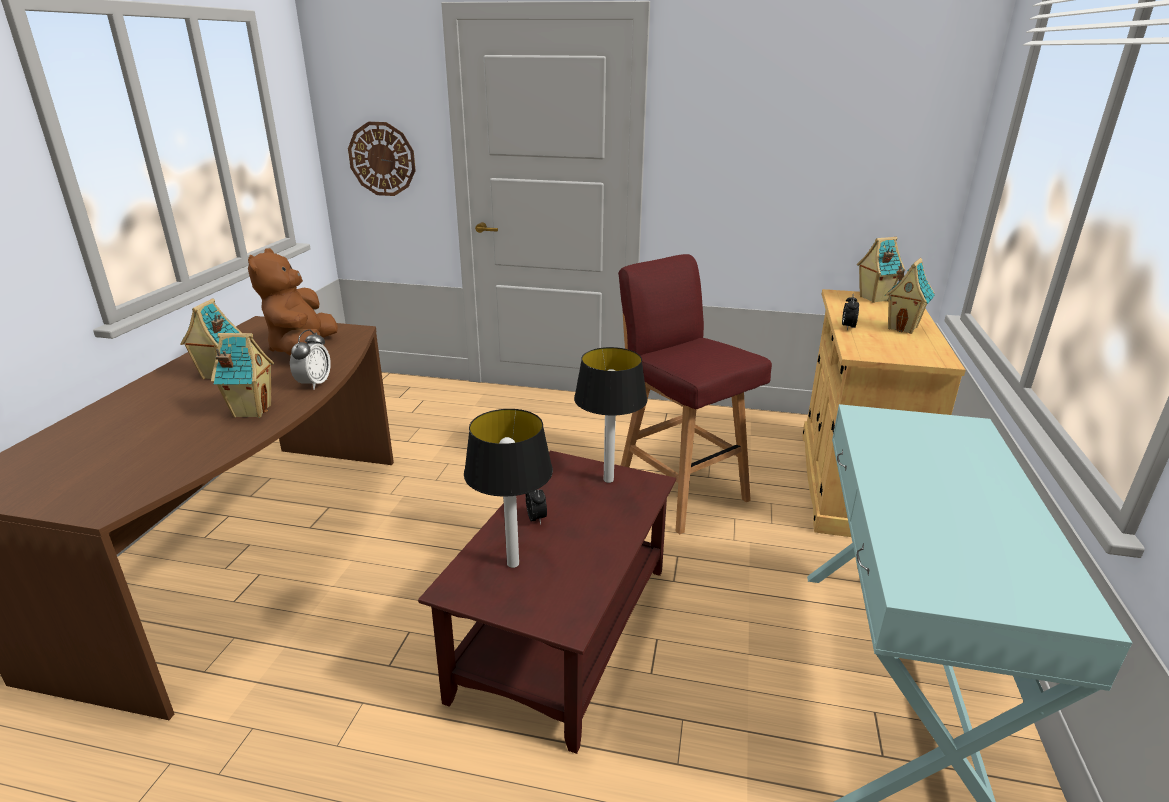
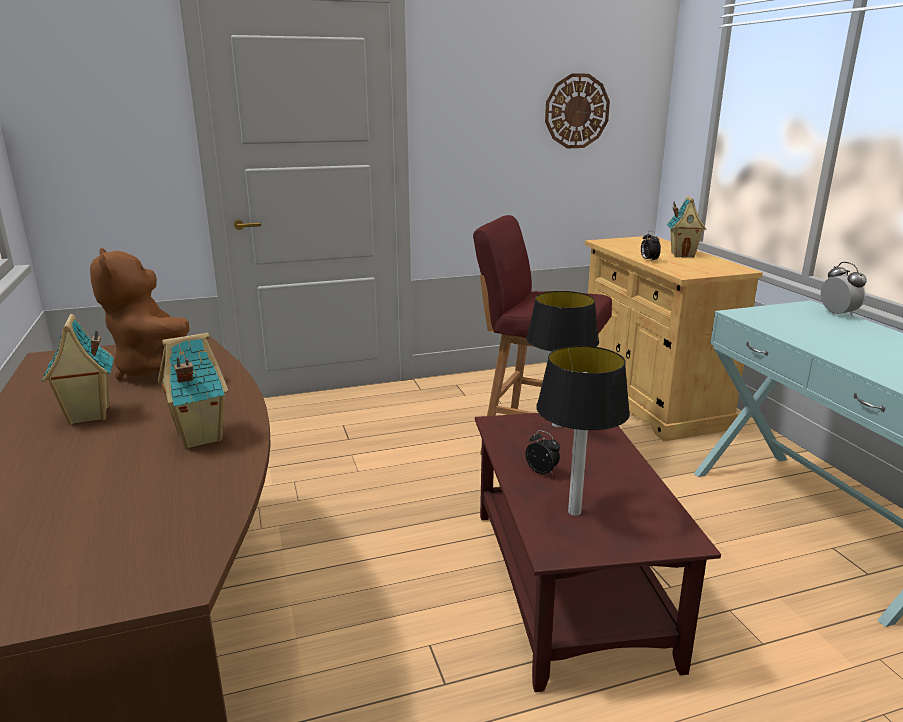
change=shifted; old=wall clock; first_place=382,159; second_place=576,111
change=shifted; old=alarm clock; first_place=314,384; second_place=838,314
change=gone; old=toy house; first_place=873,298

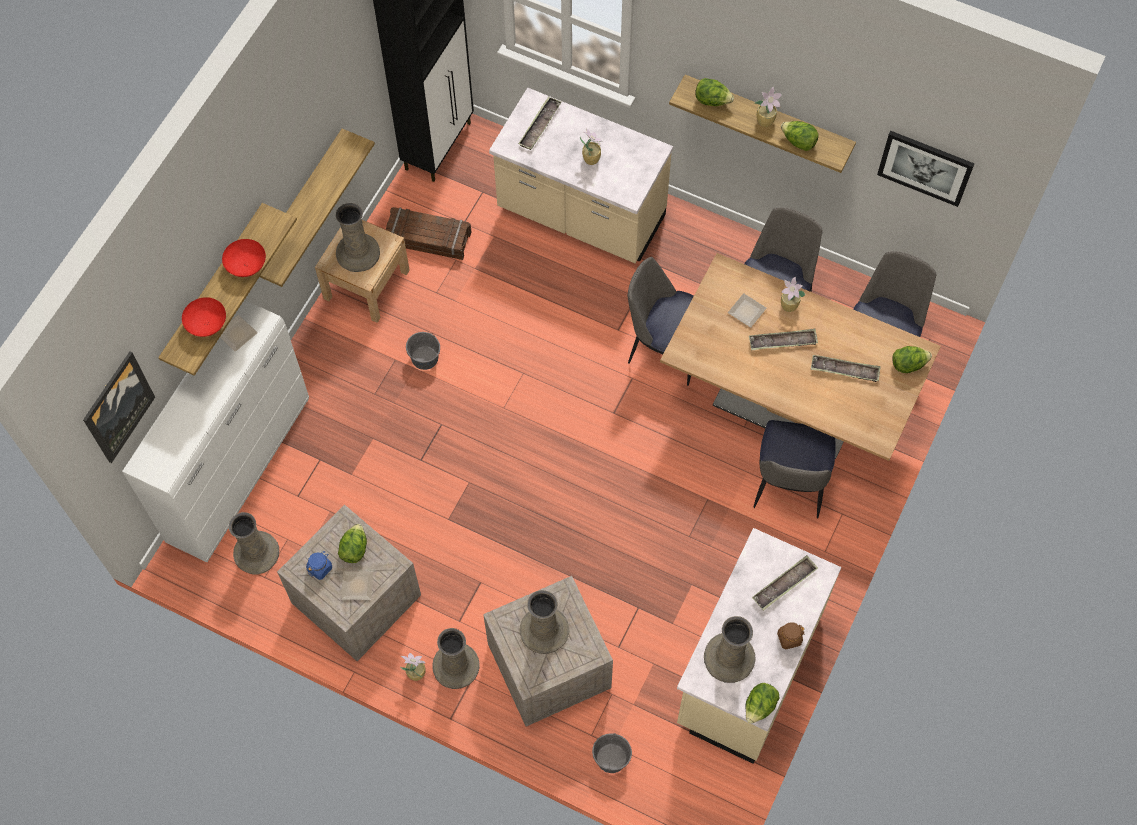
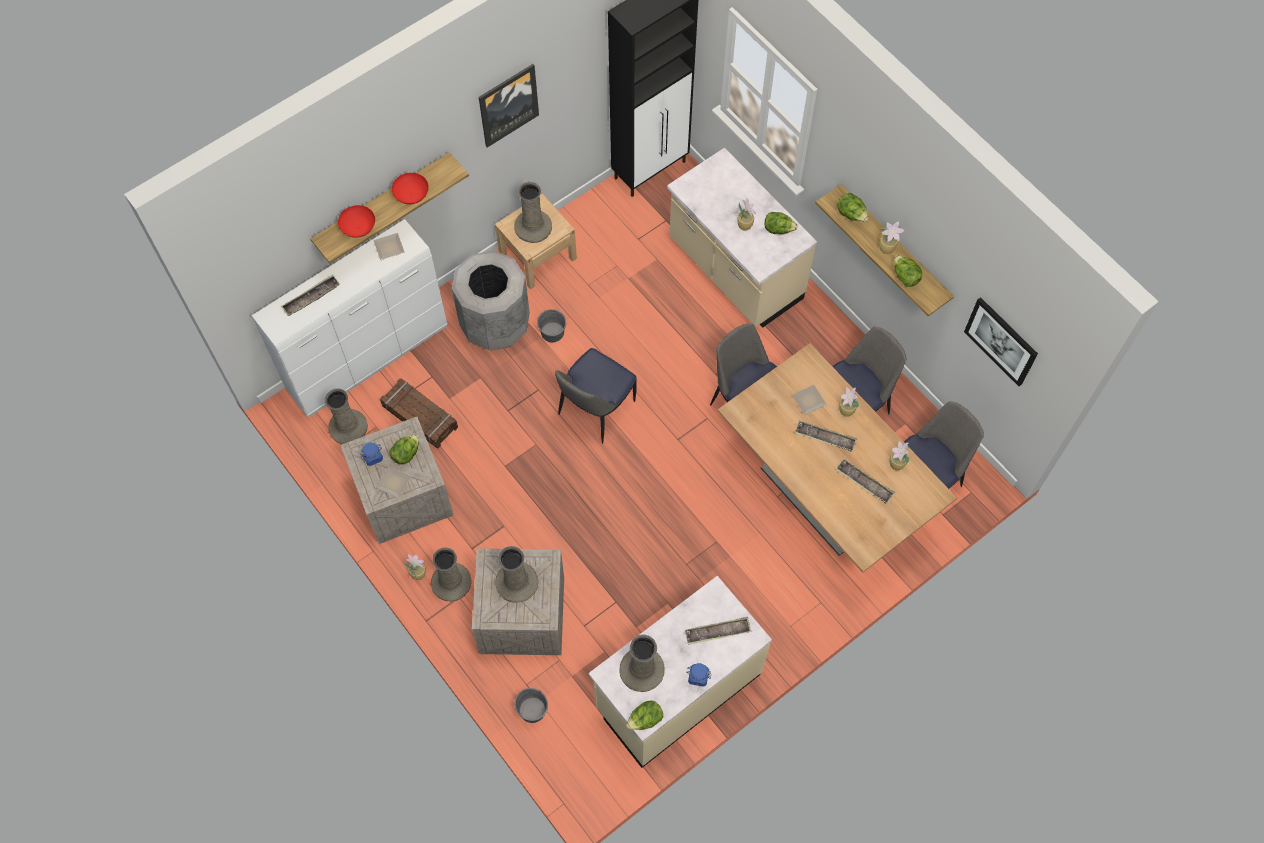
change=shifted; old=tray; first_place=540,126; second_place=311,298
change=shifted; old=crate; first_place=427,239; second_place=419,417
change=new; new=grey trash can; second_place=495,324
change=shifted; old=picture; first_place=117,407; second_place=508,104
change=shifted; old=chair; first_place=789,485; second_place=595,410
change=repainted; old=brown jar; new=blue jar; first_place=789,638; second_place=698,676
change=shifted; old=lettuce; first_place=908,364; second_place=778,229
change=new; new=potted plant; second_place=896,465
change=gone; old=shelf; first_place=298,207

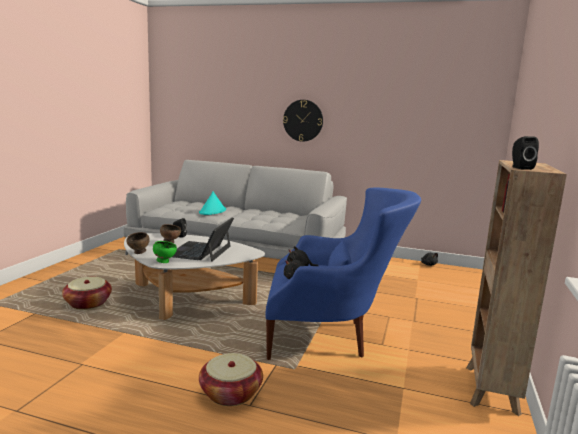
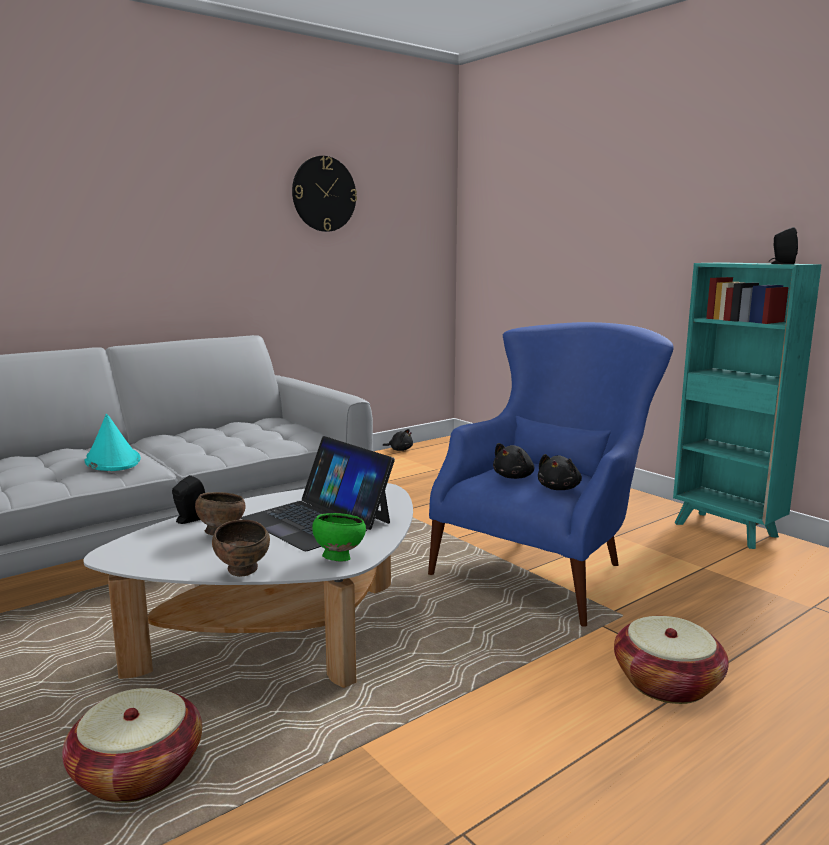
change=shifted; old=wall clock; first_place=303,120; second_place=324,194
change=repainted; old=brown bookcase; new=turquoise bookcase; first_place=491,390; second_place=727,530

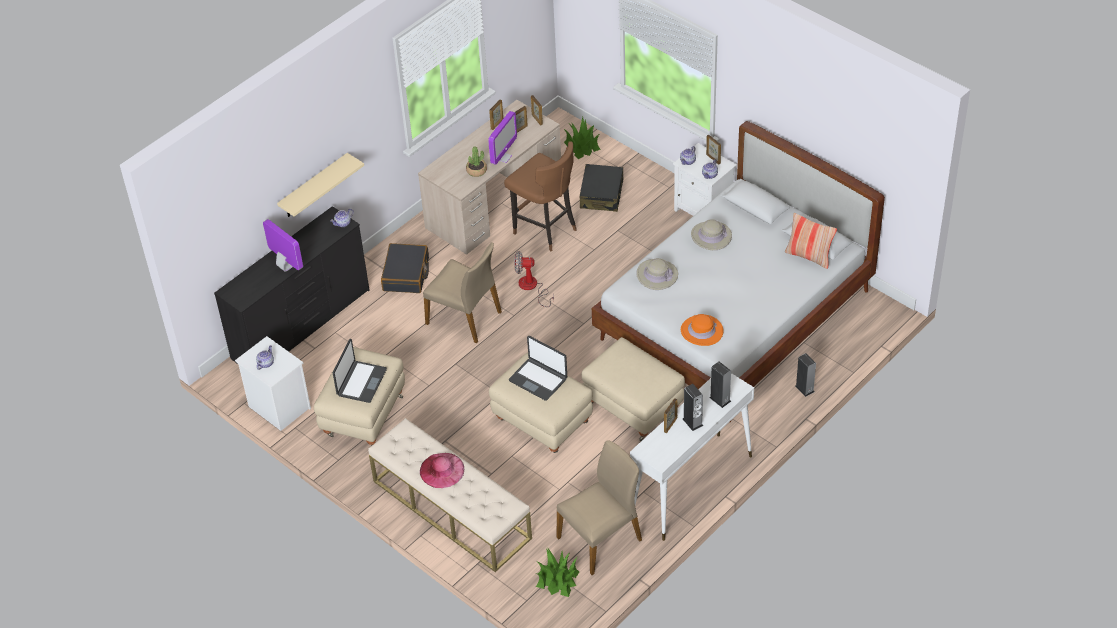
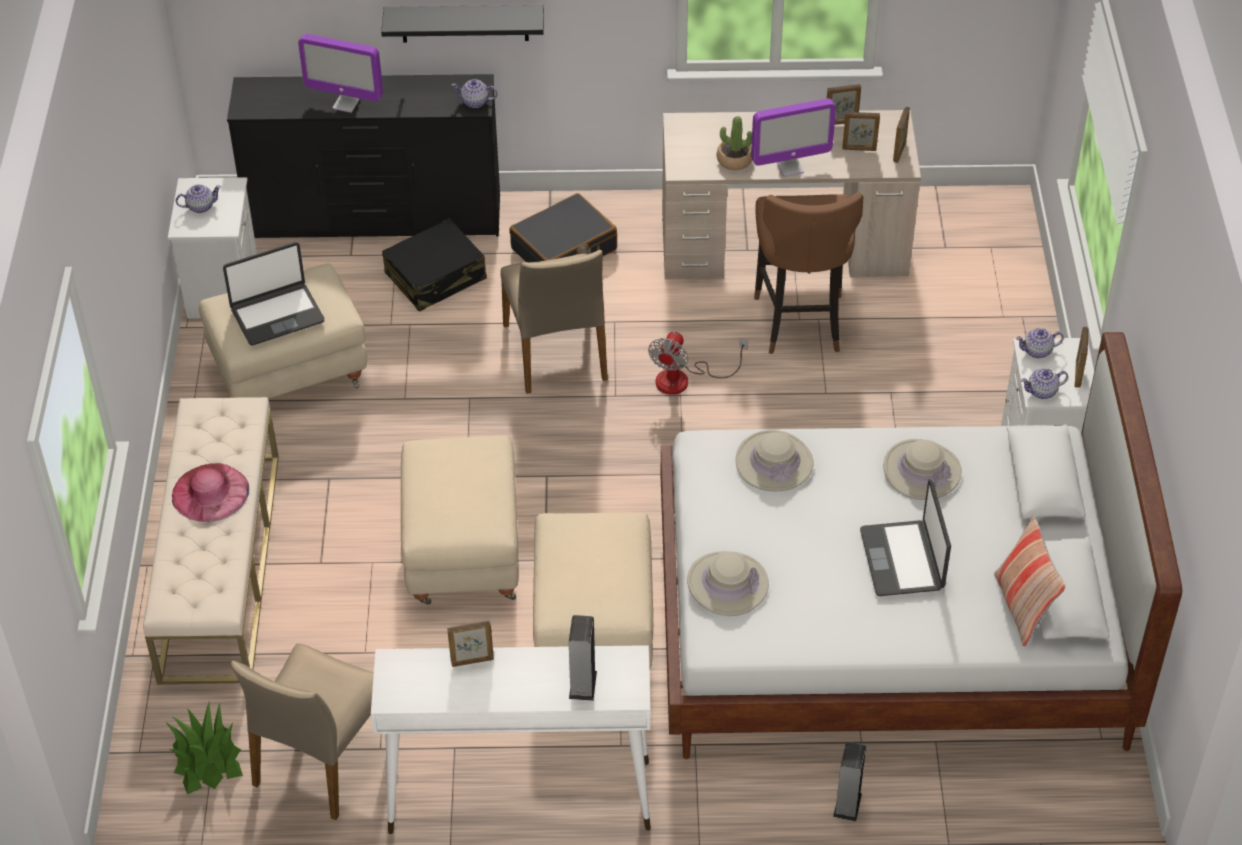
change=rotated; old=beige chair; first_place=601,539; second_place=322,759; degrees=105
change=rotated; old=monitor; first_place=286,265; second_place=346,103; degrees=105
change=repainted; old=beige shelf; new=black shelf; first_place=314,187; second_place=464,23
change=shifted; old=black suitcase; first_place=601,194; second_place=436,277
change=rotated; old=fan; first_place=532,287; second_place=684,379; degrees=-120
change=repainted; old=orange hat; new=beige hat; first_place=701,331; second_place=727,584
change=shifted; old=laptop; first_place=538,379; second_place=903,559
change=gone; old=potted plant; first_place=582,146
change=gone; old=speaker; first_place=692,422

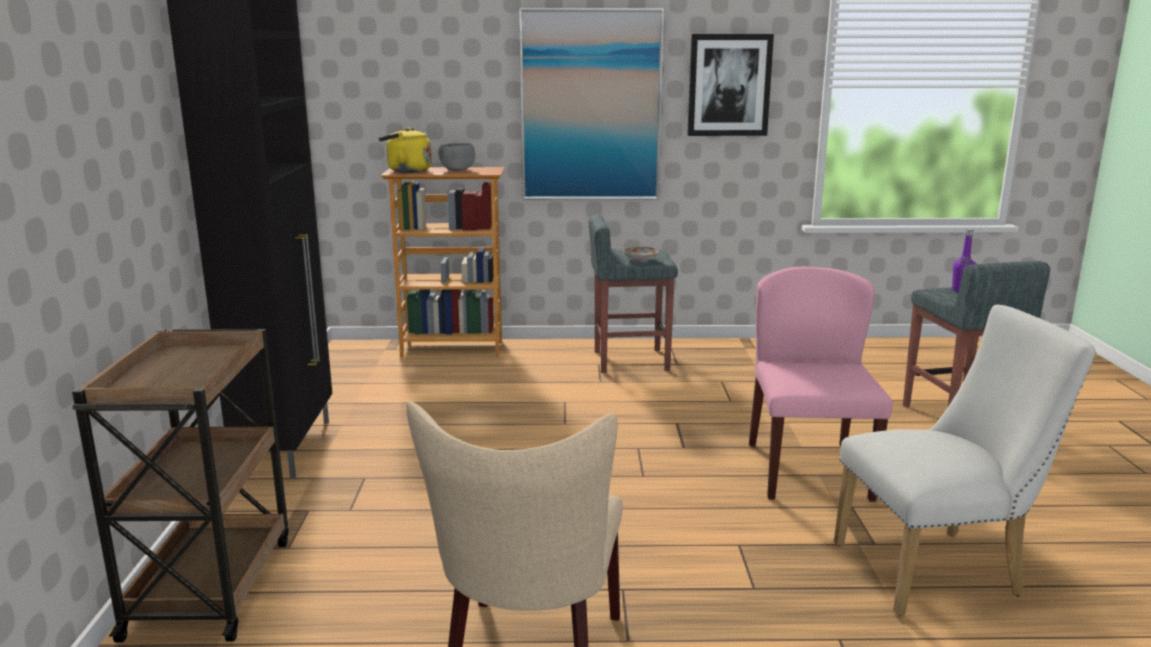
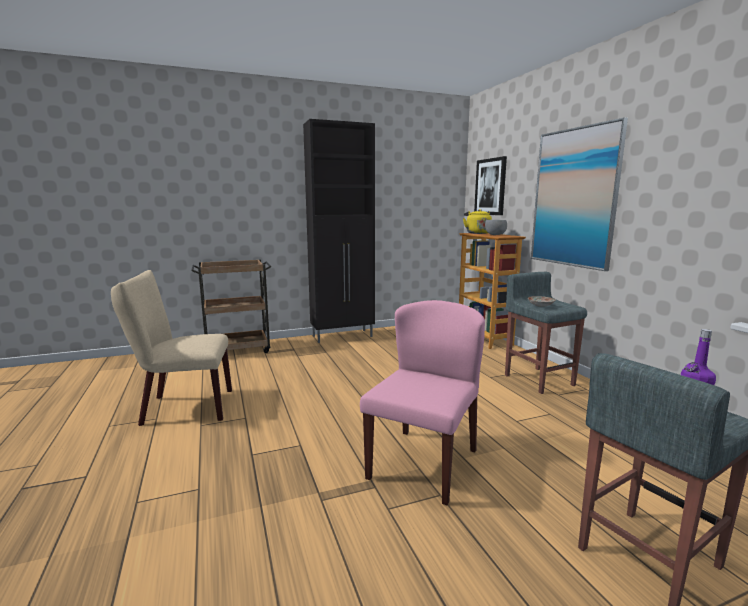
change=rotated; old=pink chair; first_place=808,470; second_place=423,463; degrees=-45
change=shifted; old=picture; first_place=729,85; second_place=490,187
change=gone; old=white chair; first_place=938,569

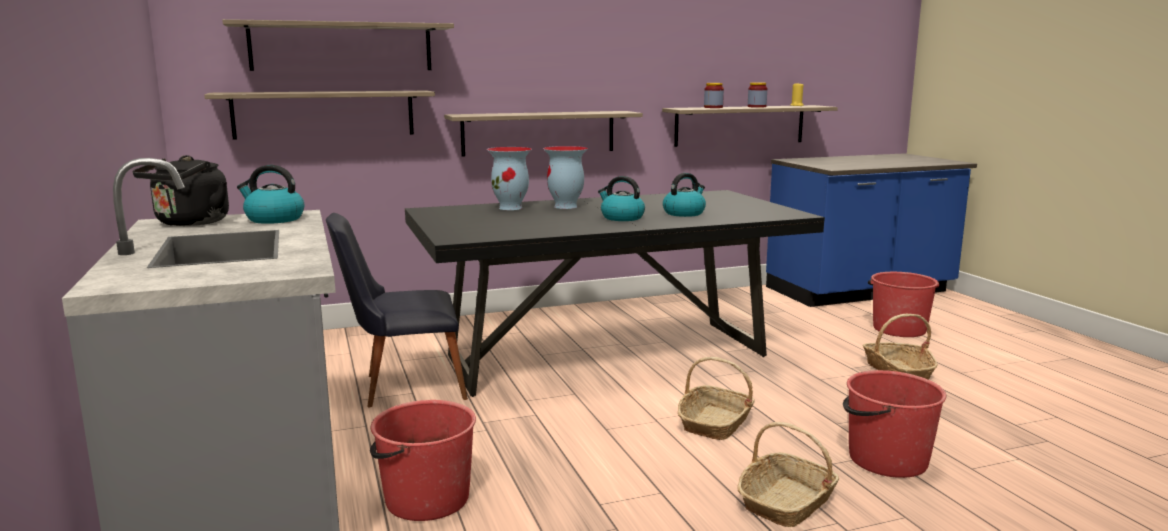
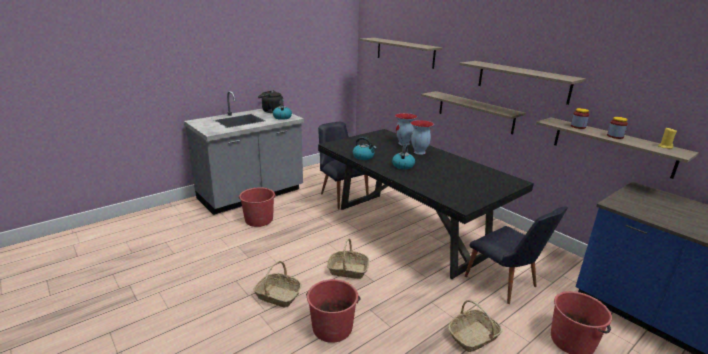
change=shifted; old=kettle; first_place=684,213; second_place=363,157
change=shifted; old=shelf; first_place=324,114; second_place=522,81
change=new; new=black chair; second_place=505,285

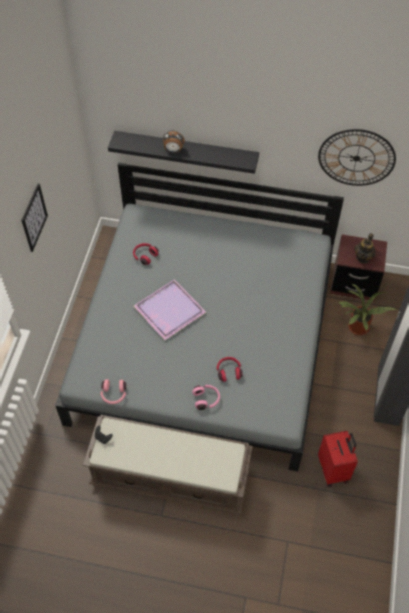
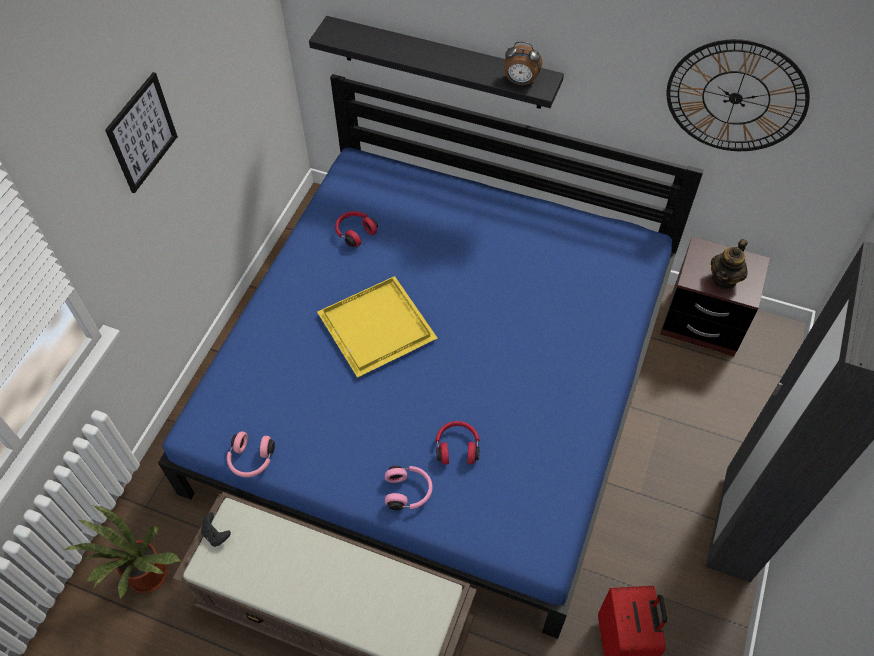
change=shifted; old=potted plant; first_place=357,329; second_place=145,578
change=repainted; old=grey bed; new=blue bed; first_place=205,340; second_place=438,384
change=repainted; old=purple tray; new=yellow tray; first_place=168,310; second_place=374,326
change=shifted; old=alarm clock; first_place=173,151; second_place=520,82

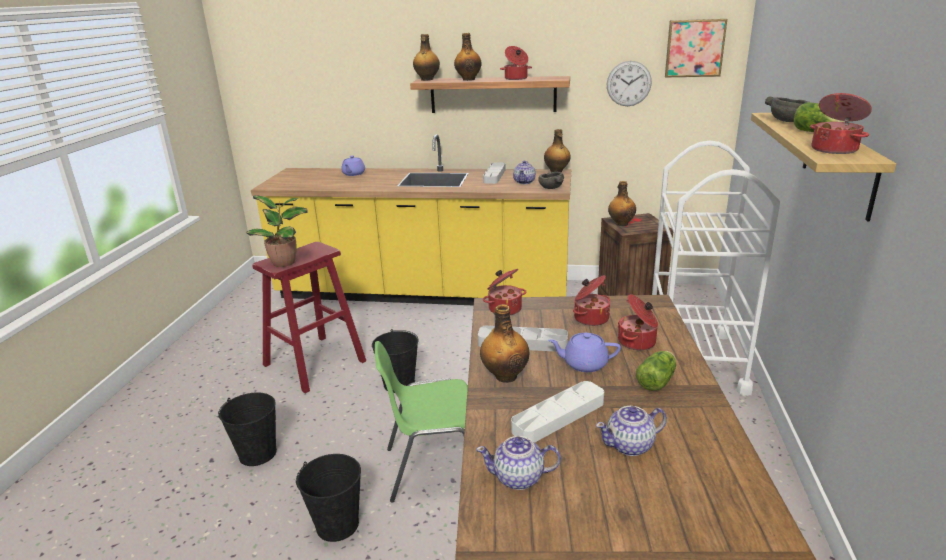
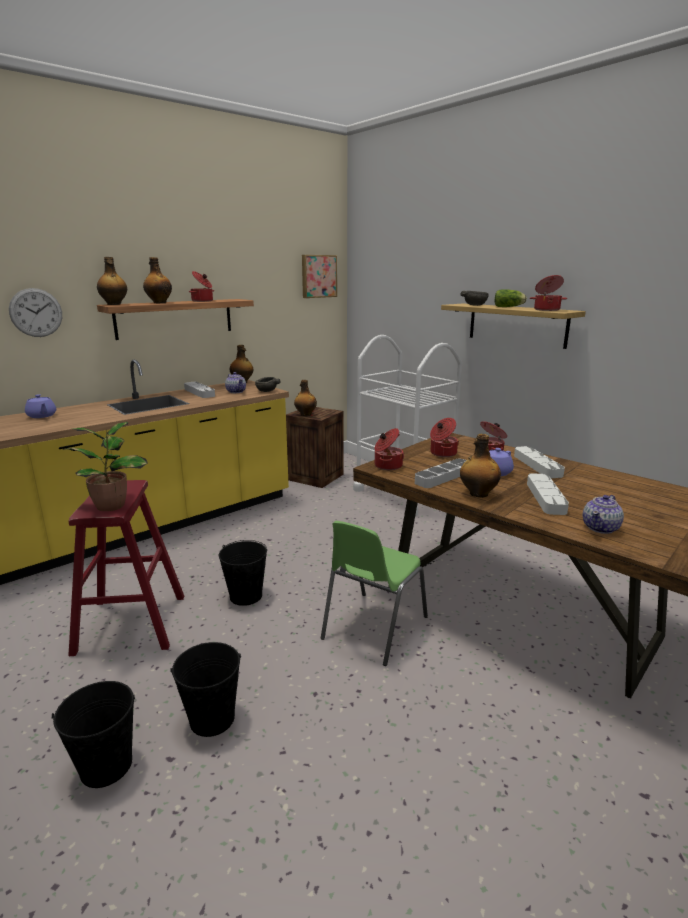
change=shifted; old=wall clock; first_place=628,83; second_place=36,312
change=shifted; old=black bucket; first_place=337,524; second_place=106,765
change=swapped; old=lettuce; new=white tray; first_place=657,380; second_place=537,465
change=gone; old=teapot; first_place=630,445

